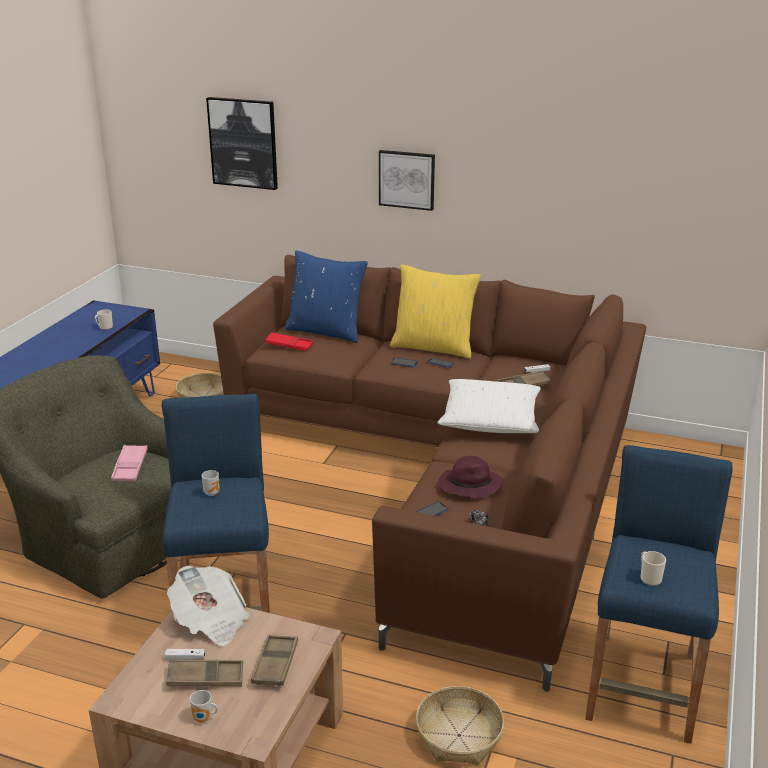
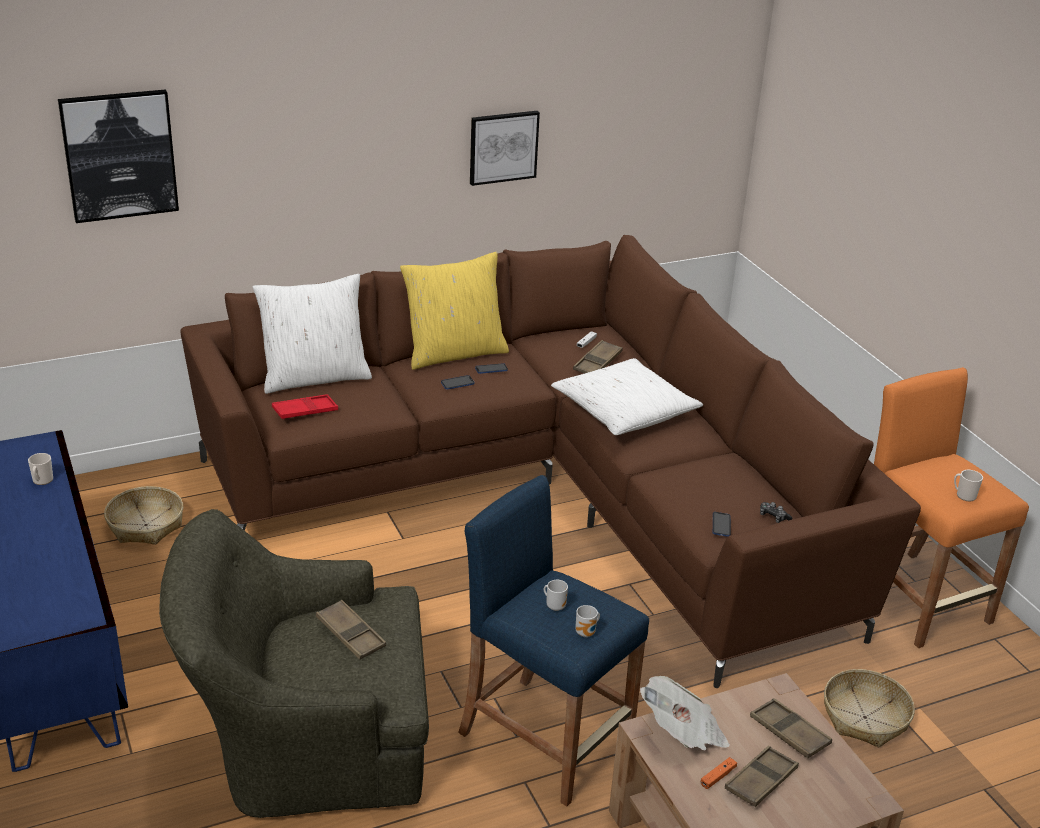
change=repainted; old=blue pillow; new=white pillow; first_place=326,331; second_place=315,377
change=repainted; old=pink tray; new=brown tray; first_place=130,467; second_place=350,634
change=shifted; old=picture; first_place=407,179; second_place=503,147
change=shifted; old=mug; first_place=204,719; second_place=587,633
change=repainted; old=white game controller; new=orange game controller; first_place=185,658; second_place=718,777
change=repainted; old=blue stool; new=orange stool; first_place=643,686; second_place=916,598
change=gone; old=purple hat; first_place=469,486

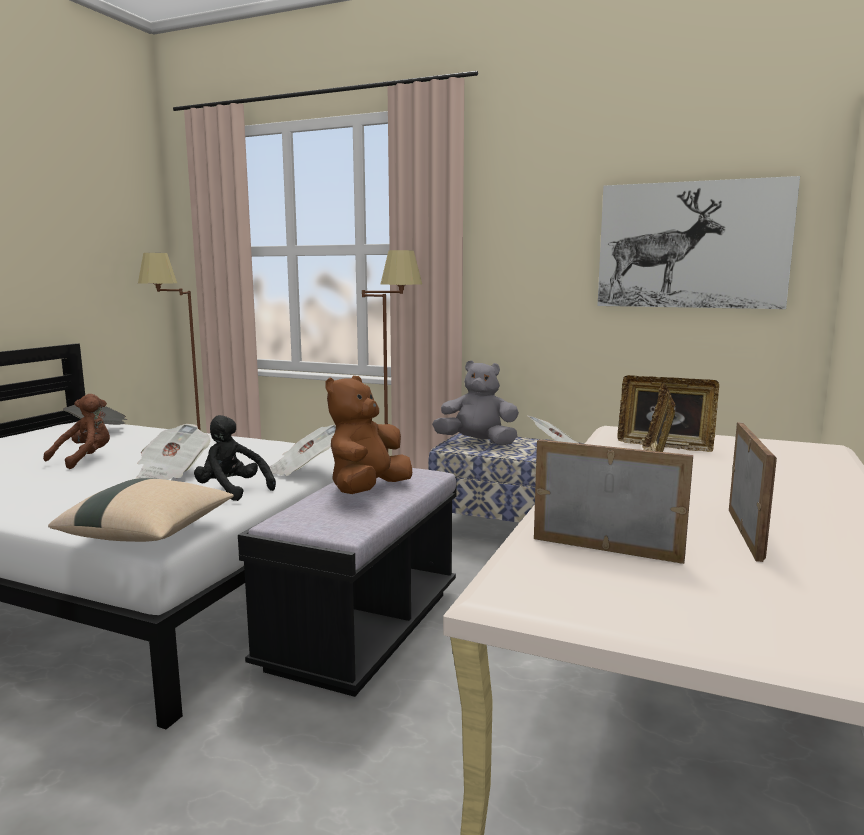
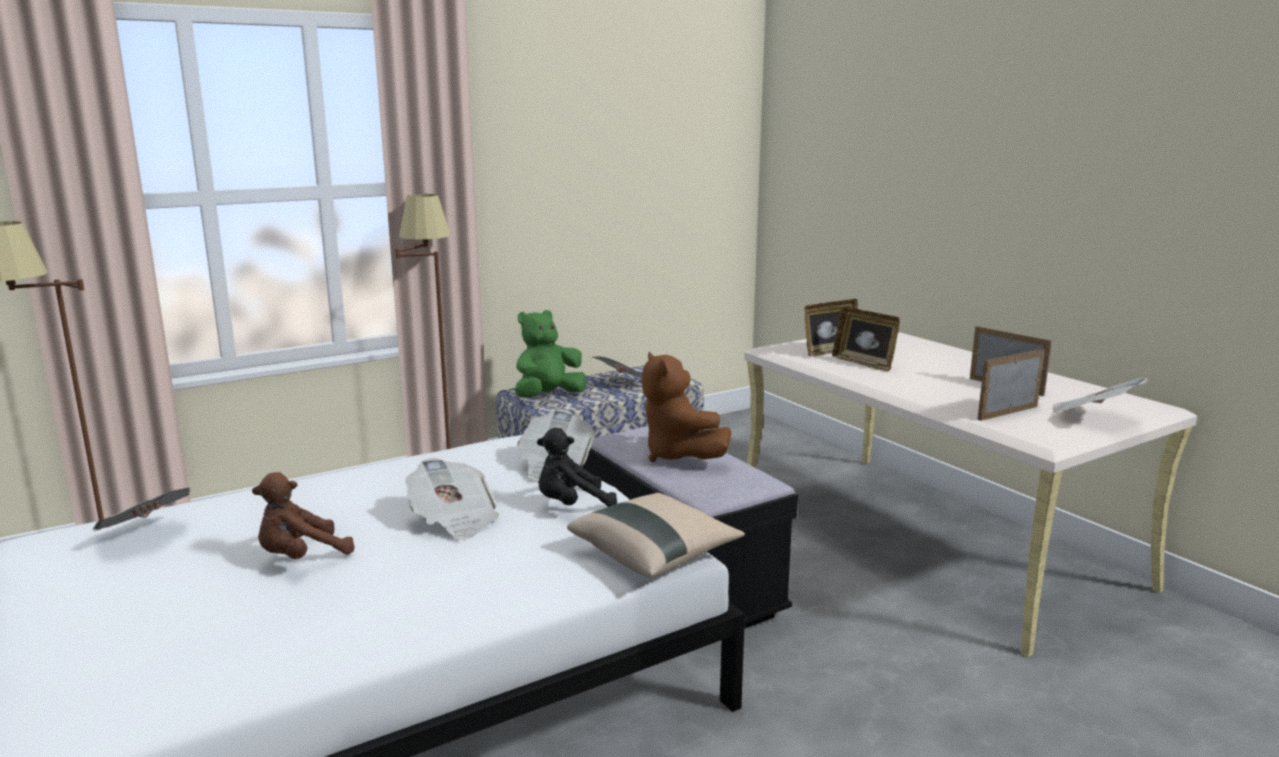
change=rotated; old=brown plush toy; first_place=85,459; second_place=301,557; degrees=-105
change=repainted; old=grey plush toy; new=green plush toy; first_place=477,443; second_place=548,396
change=new; new=newspaper; second_place=1091,417
change=gone; old=picture; first_place=692,245

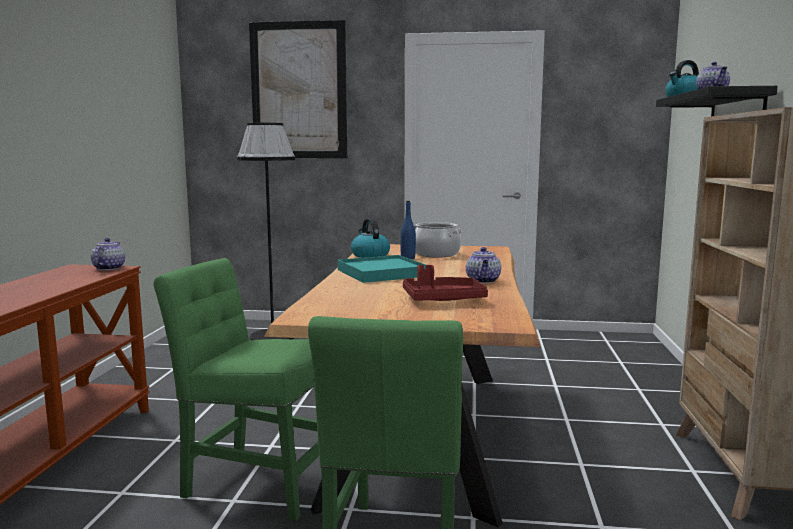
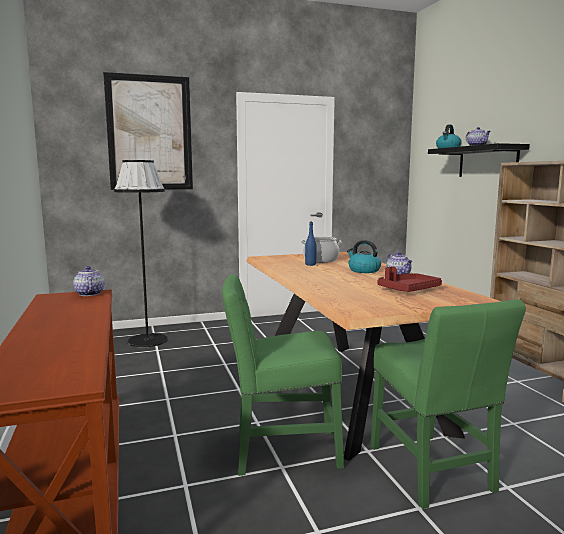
change=shifted; old=kettle; first_place=369,255; second_place=363,270
change=gone; old=turquoise tray; first_place=381,273

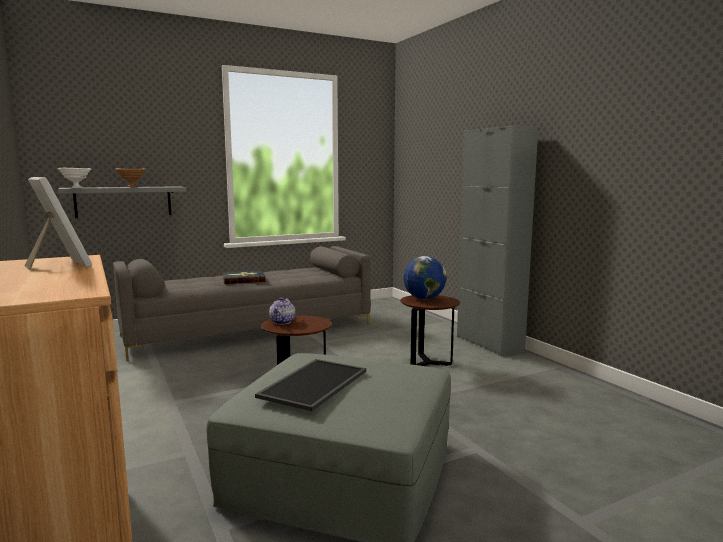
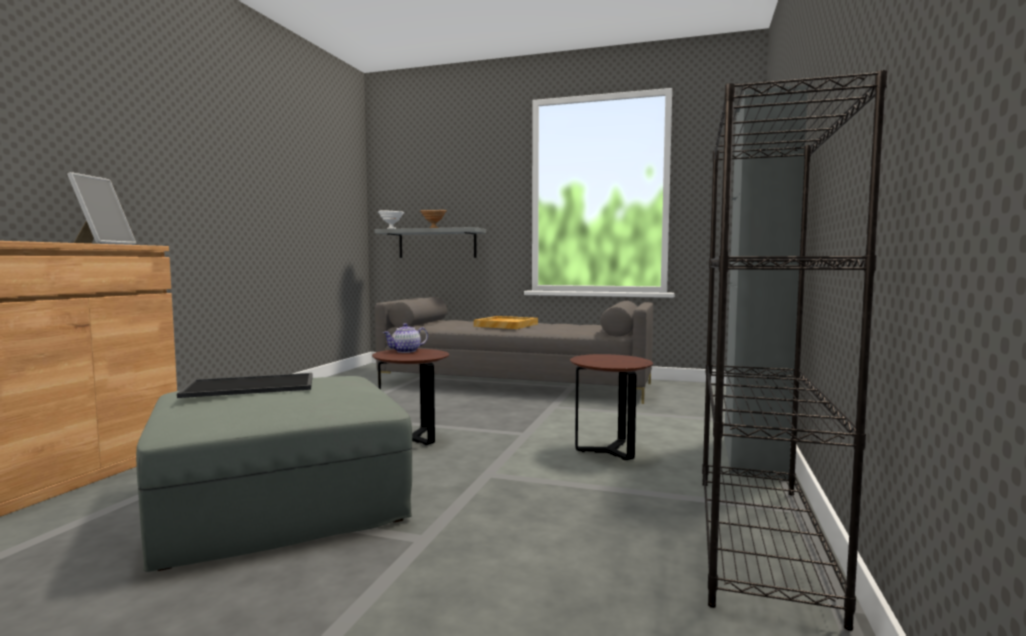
change=swapped; old=book; new=beige tray; first_place=243,279; second_place=506,325
change=new; new=black bookcase; second_place=760,540
change=gone; old=globe; first_place=424,298

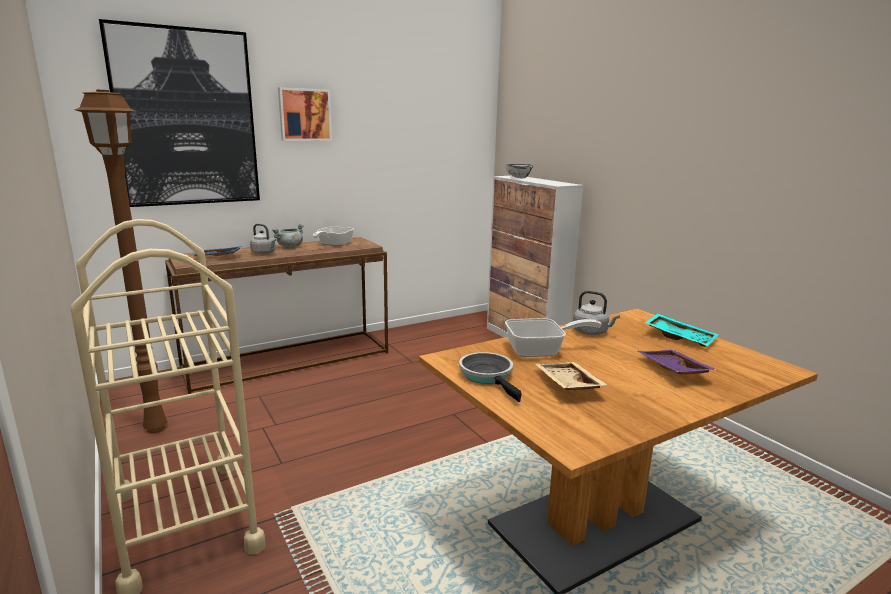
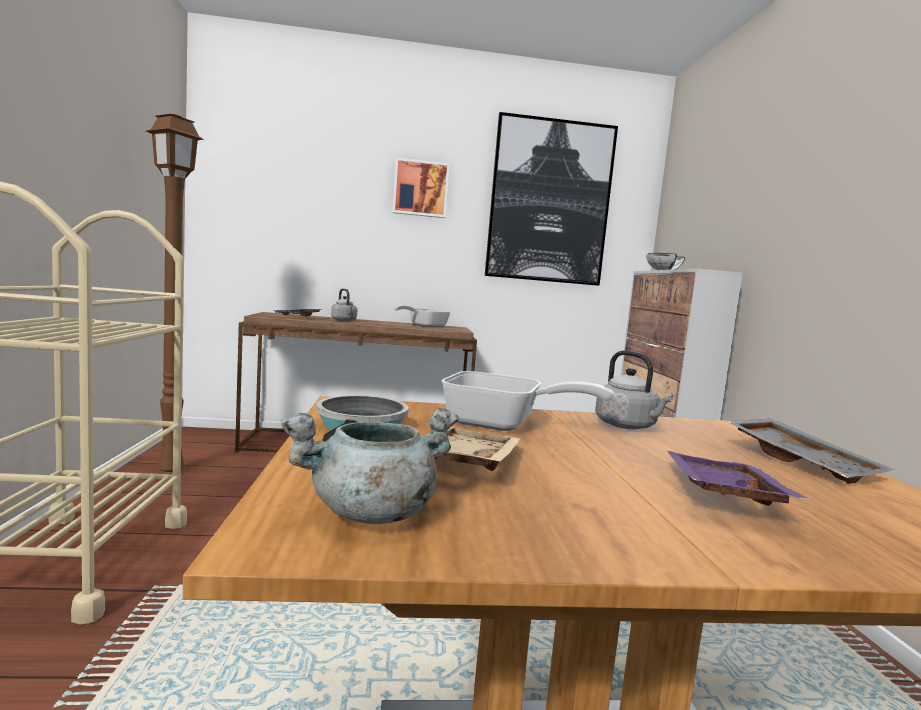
change=shifted; old=grey cooking pot; first_place=290,247; second_place=372,513
change=shifted; old=picture; first_place=186,118; second_place=549,202
change=repainted; old=turquoise tray; new=grey tray; first_place=680,337; second_place=802,462

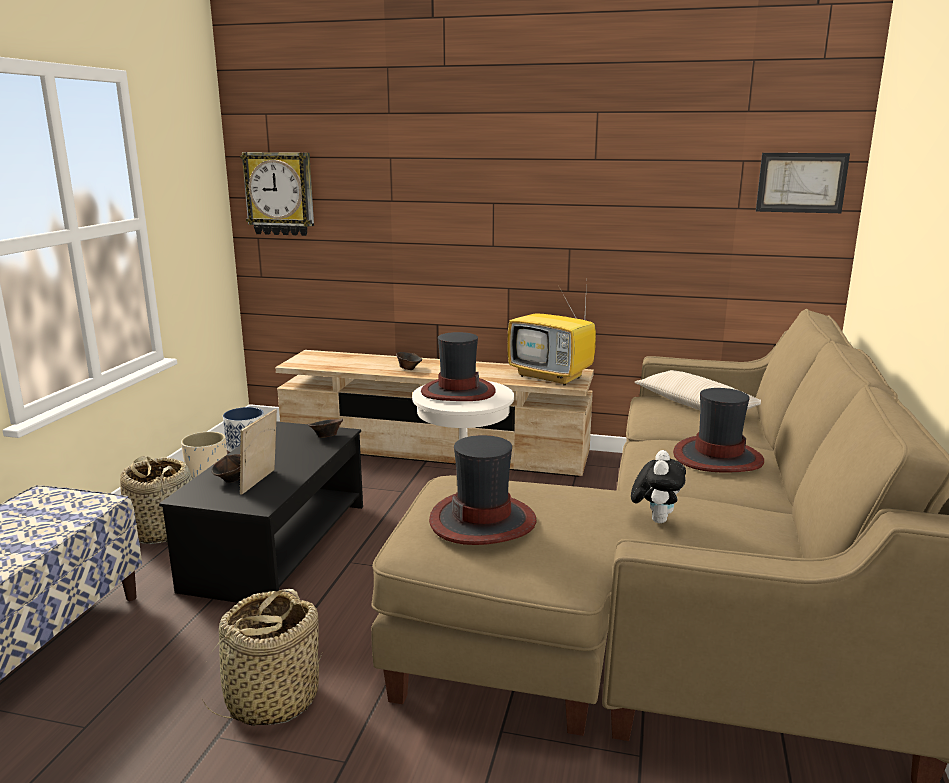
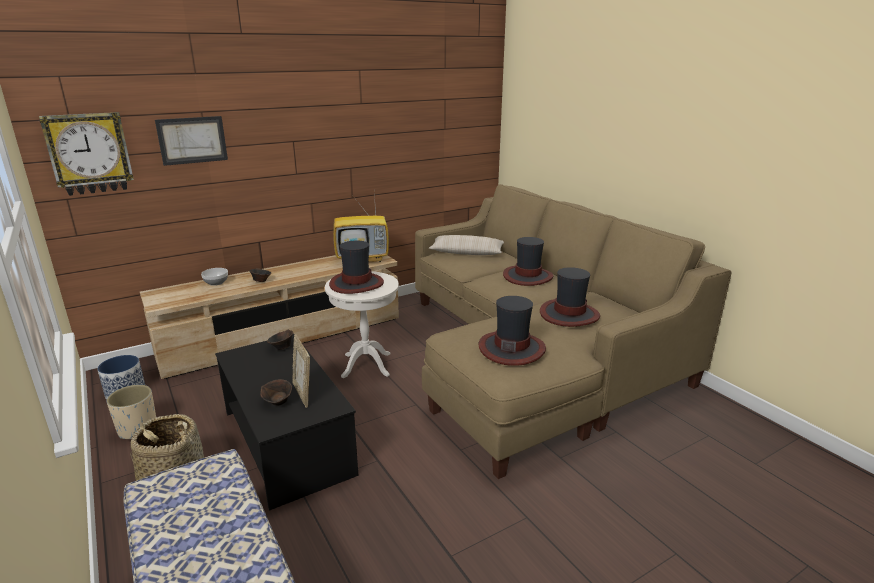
change=shifted; old=picture; first_place=801,182; second_place=192,140
change=new; new=bowl; second_place=216,282
change=swapped; old=plush toy; new=hat; first_place=655,519; second_place=569,314
change=gone; old=basket; first_place=272,699

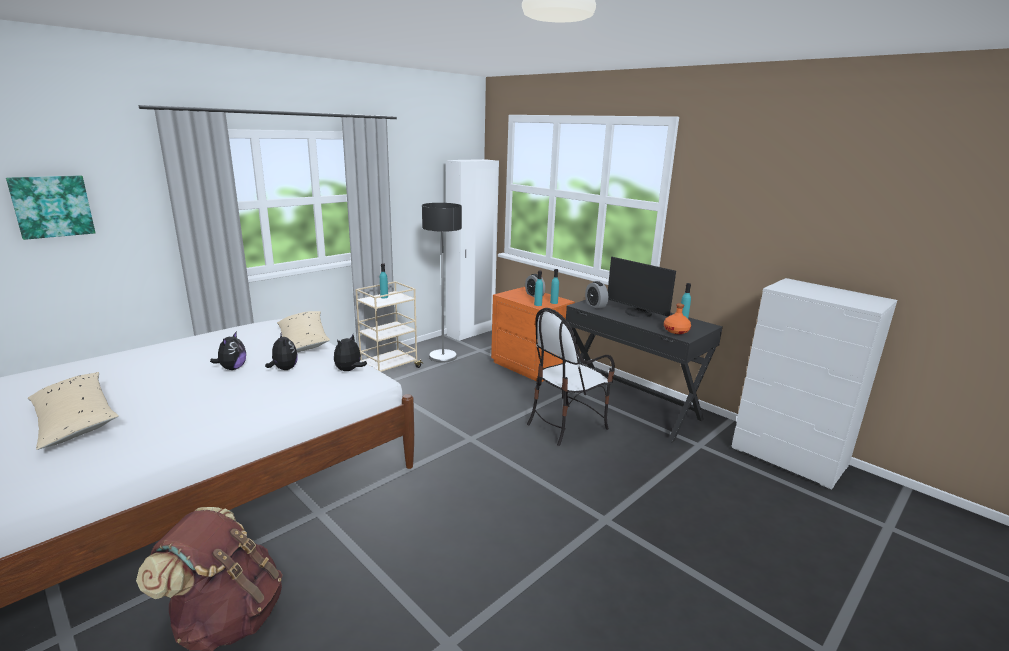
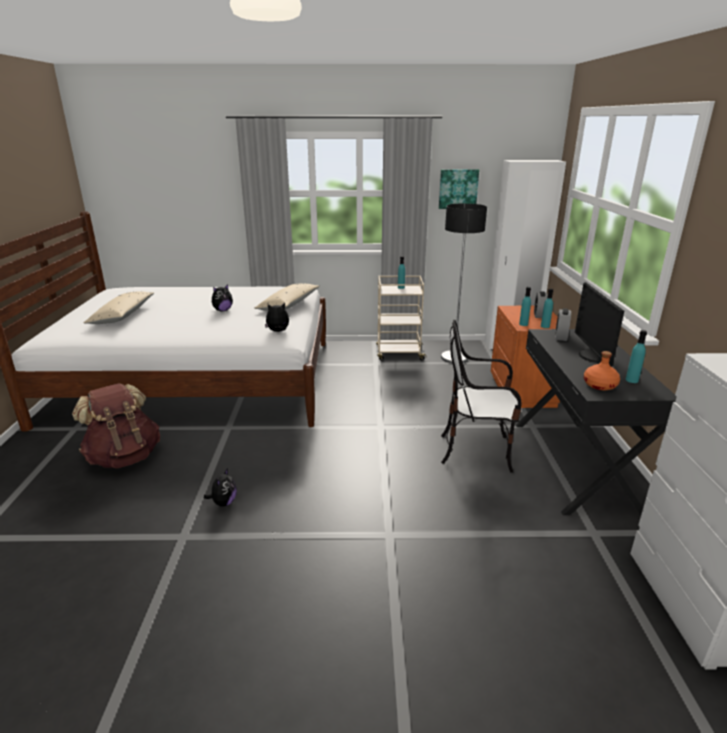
change=shifted; old=plush toy; first_place=284,369; second_place=224,502
change=shifted; old=picture; first_place=52,206; second_place=458,189

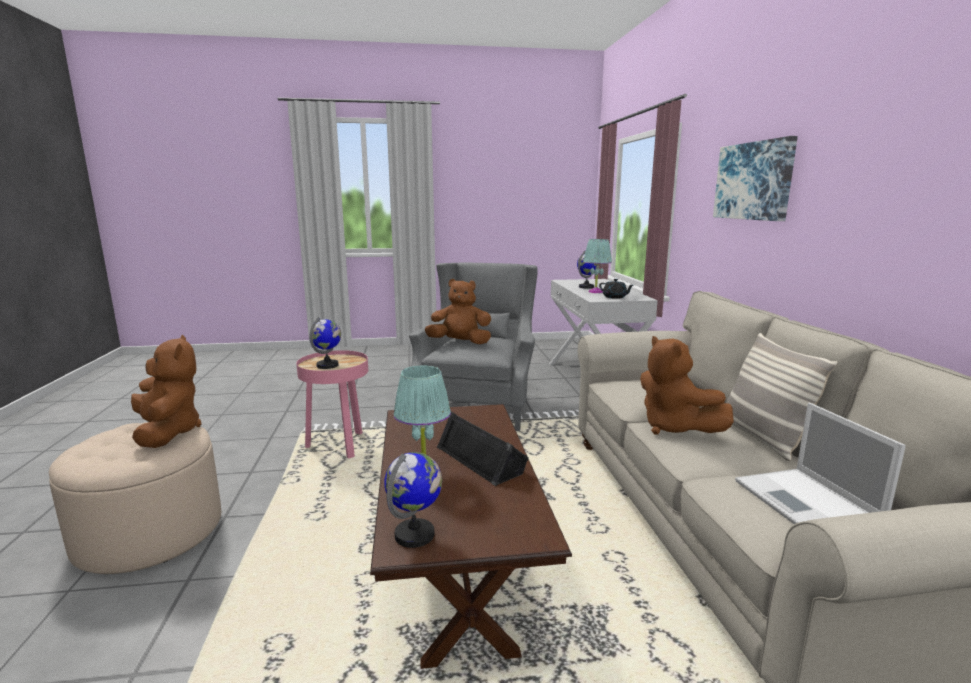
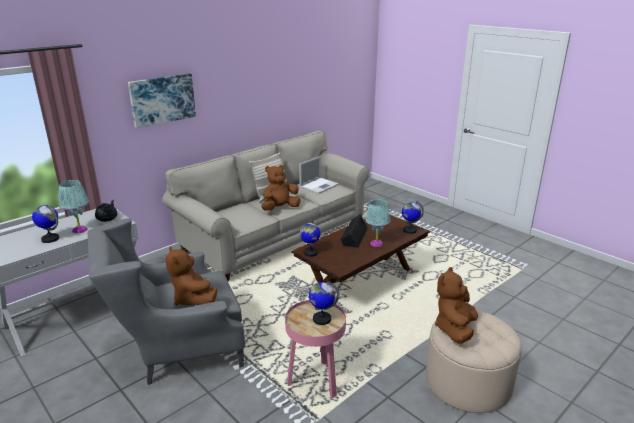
change=rotated; old=brown plush toy; first_place=674,428; second_place=280,208; degrees=-150
change=new; new=globe; second_place=310,253

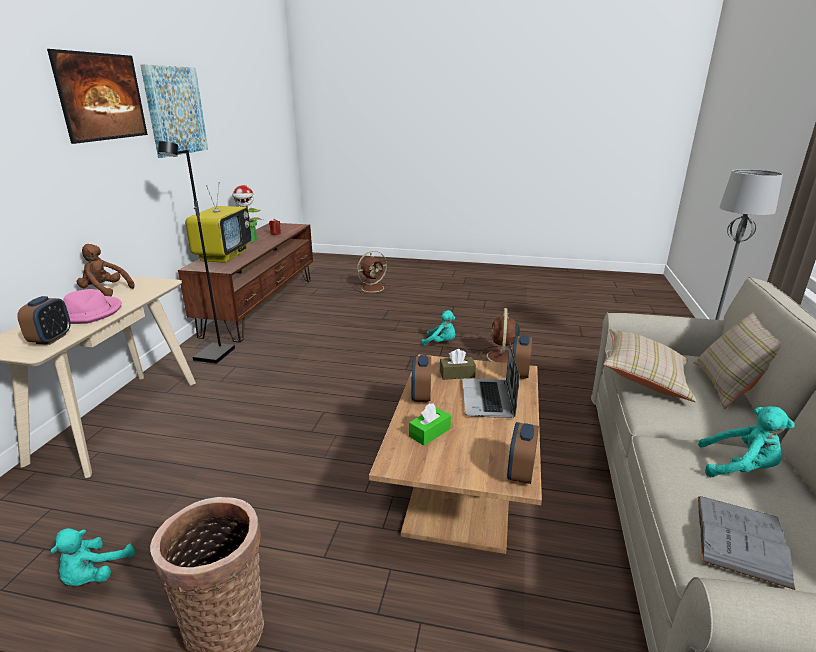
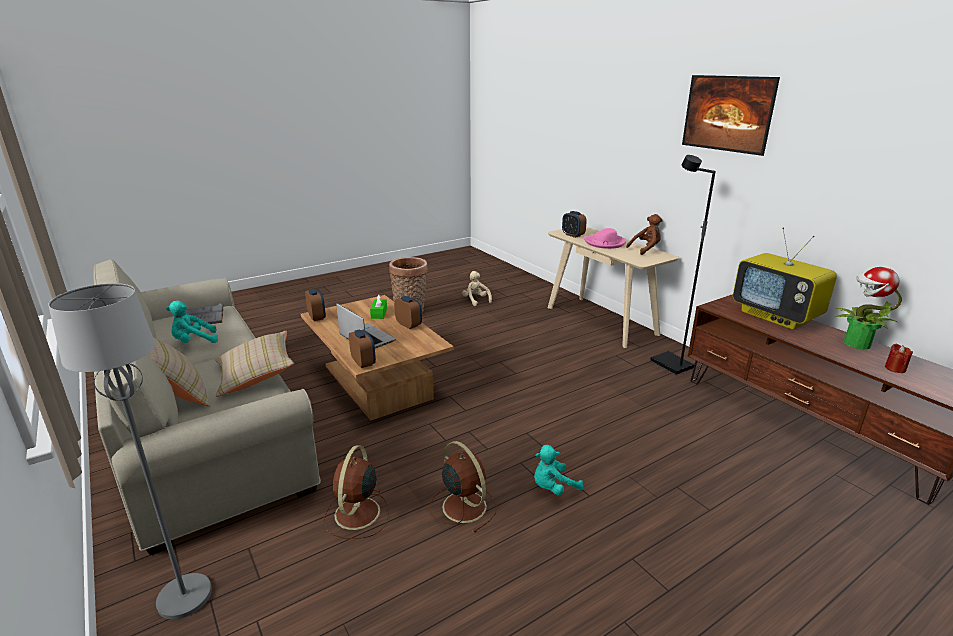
change=shifted; old=brown fan; first_place=373,288; second_place=356,515
change=repainted; old=turquoise plush toy; new=beige plush toy; first_place=95,575; second_place=476,300
change=gone; old=picture; first_place=175,111
change=gone; old=brown tissue box; first_place=457,374

